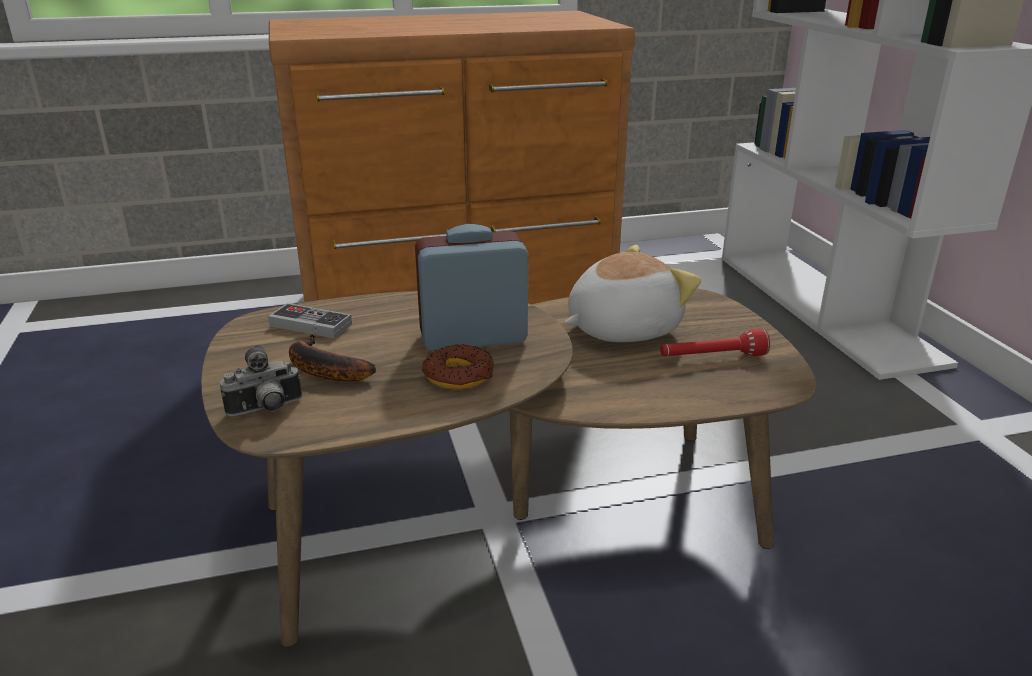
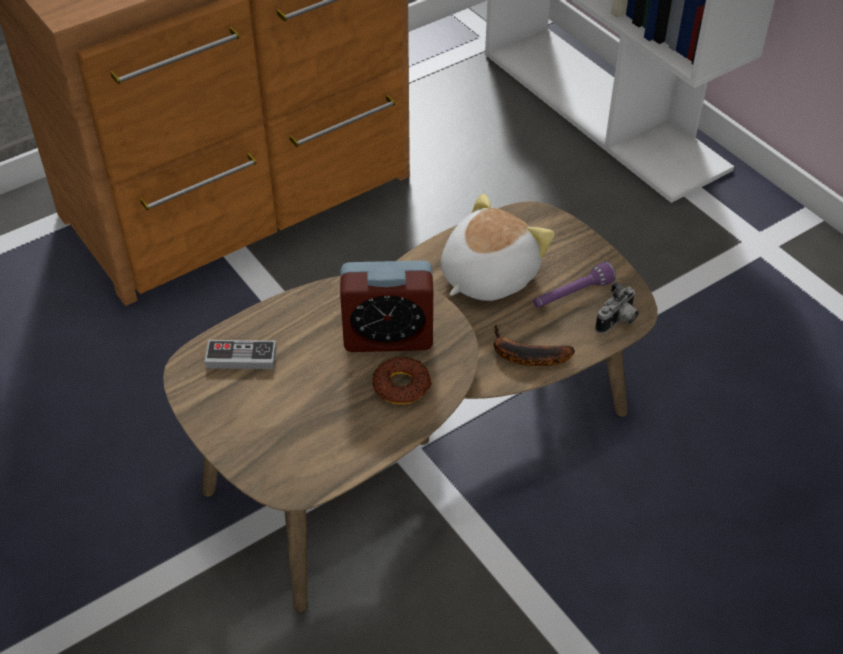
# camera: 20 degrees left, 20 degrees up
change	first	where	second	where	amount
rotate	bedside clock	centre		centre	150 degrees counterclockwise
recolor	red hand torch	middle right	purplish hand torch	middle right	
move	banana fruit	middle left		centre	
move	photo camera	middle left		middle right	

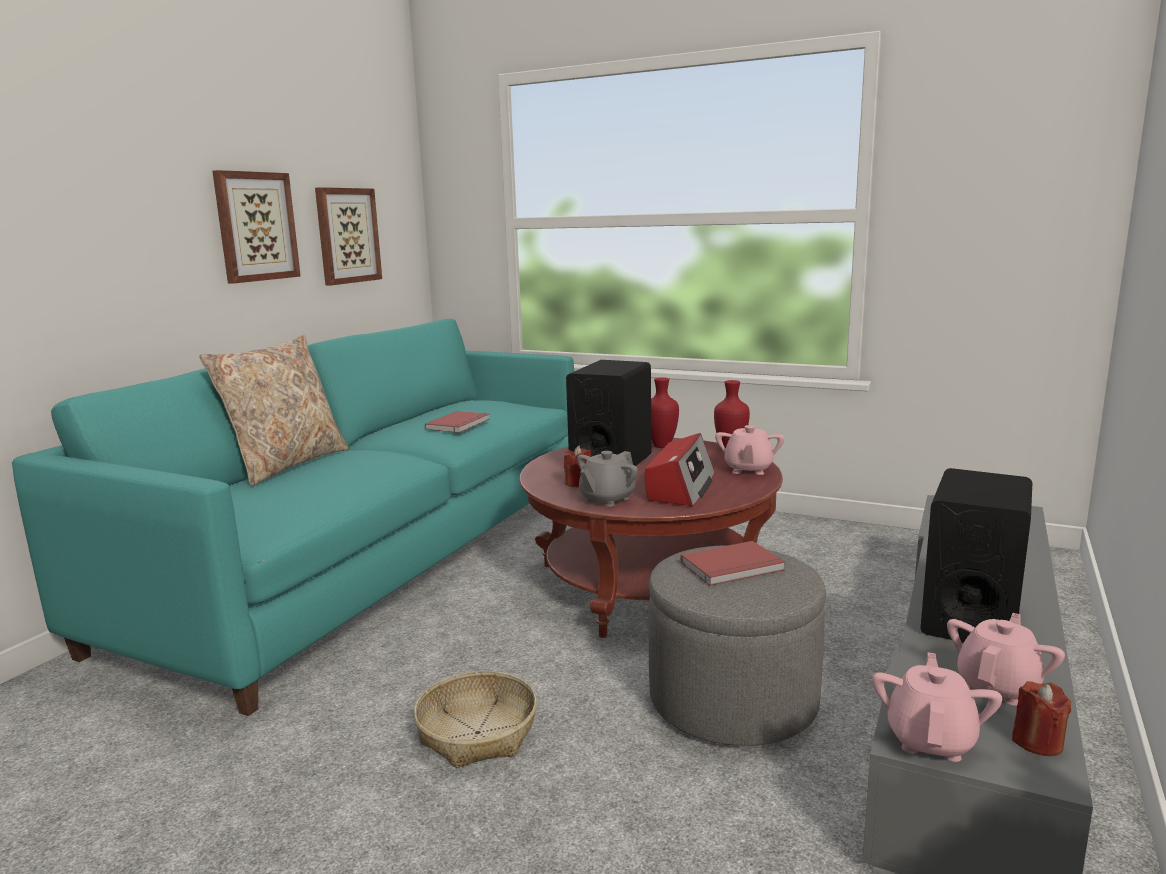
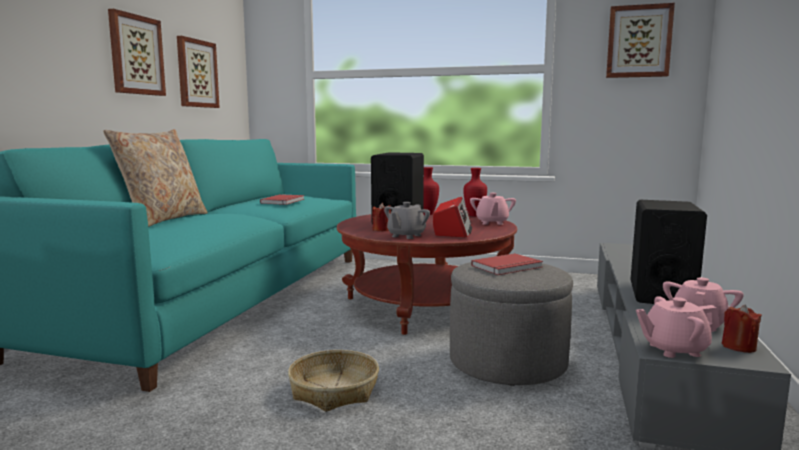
# camera: 10 degrees left, 5 degrees down
change	first	where	second	where	amount
rotate	pink pot for tea (2nd from left)	bottom right		bottom right	105 degrees counterclockwise
insert			wall picture (3rd from left)	top right	

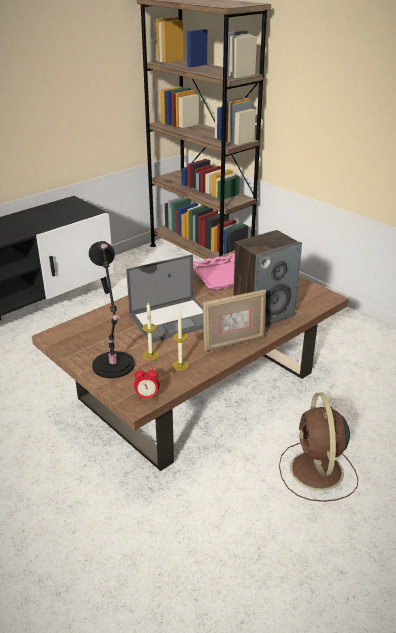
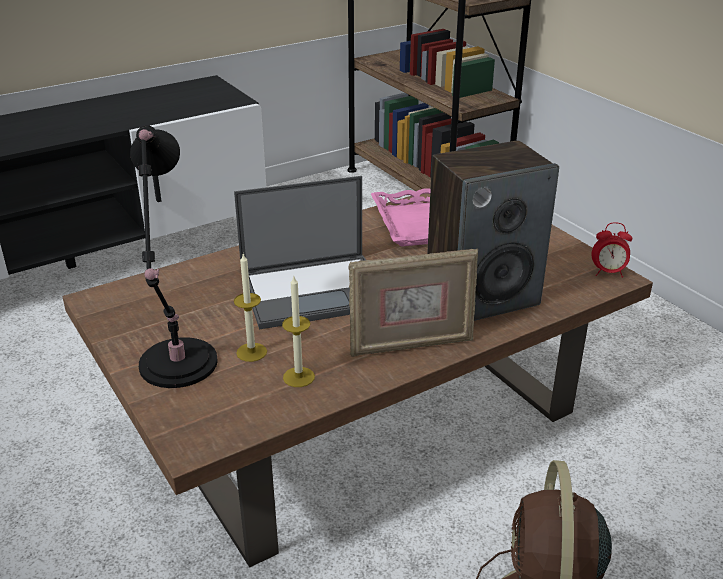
# camera: 10 degrees right, 0 degrees up
change	first	where	second	where	amount
move	bedside clock	centre		middle right	

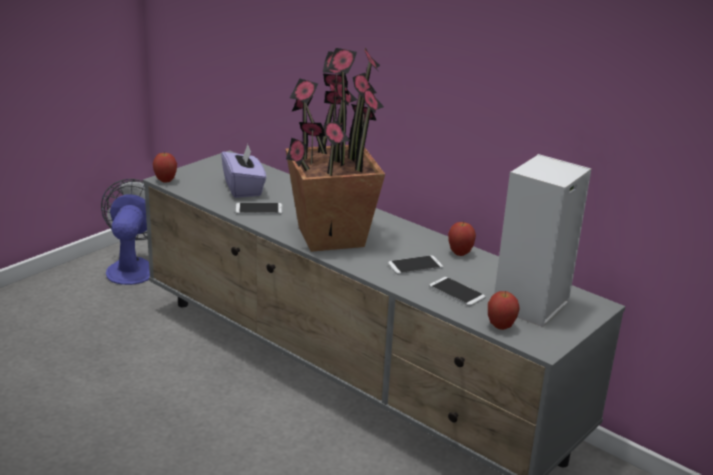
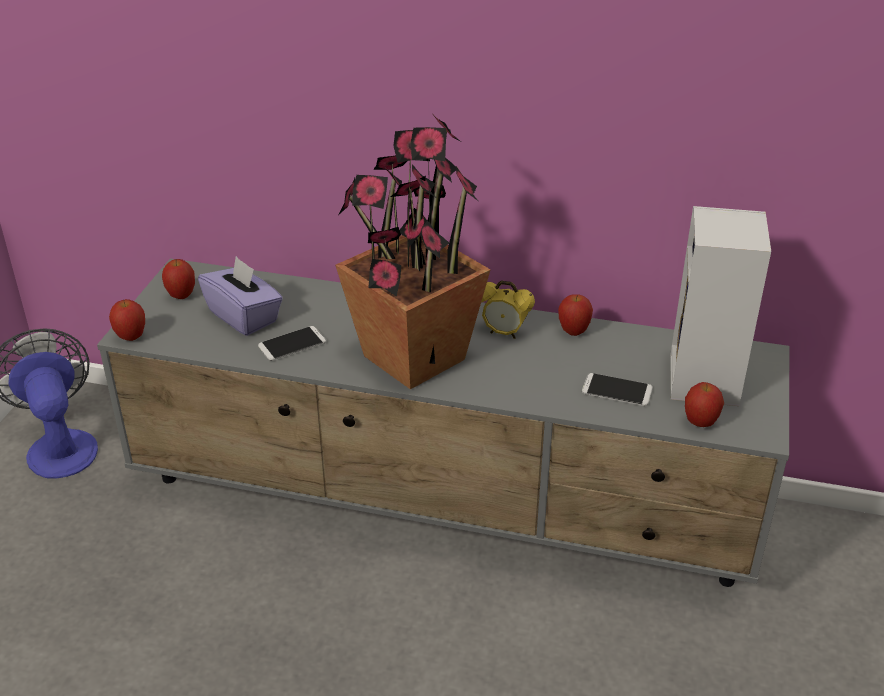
# camera: 25 degrees left, 10 degrees up
change	first	where	second	where	amount
delete	phone (2nd from left)	centre			
insert			whole apple (2nd from left)	middle left	
insert			bedside clock	centre	

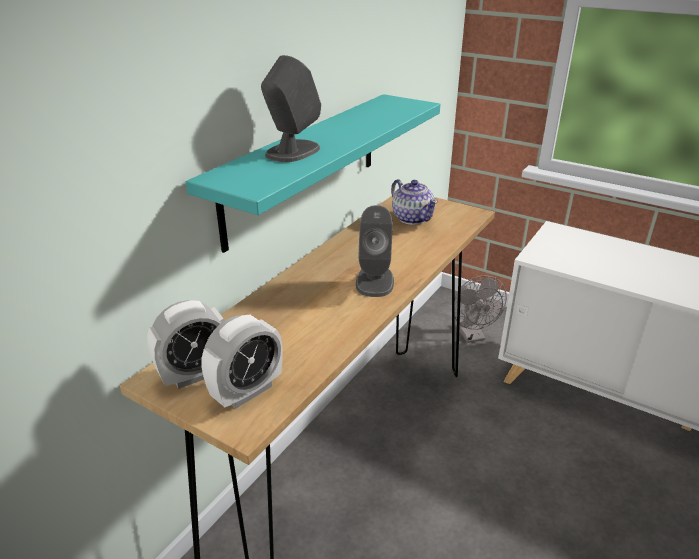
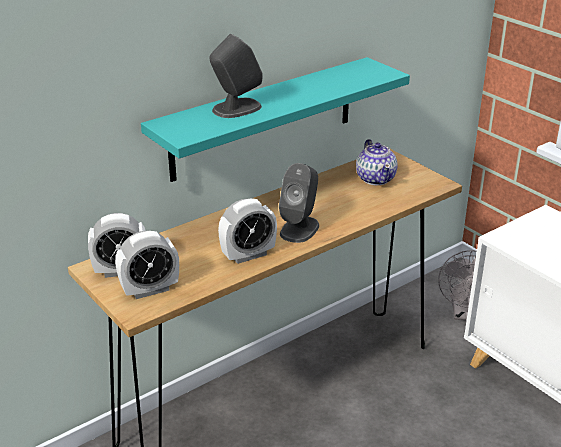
# camera: 20 degrees right, 0 degrees up
change	first	where	second	where	amount
insert			bedside clock (3rd from left)	centre	

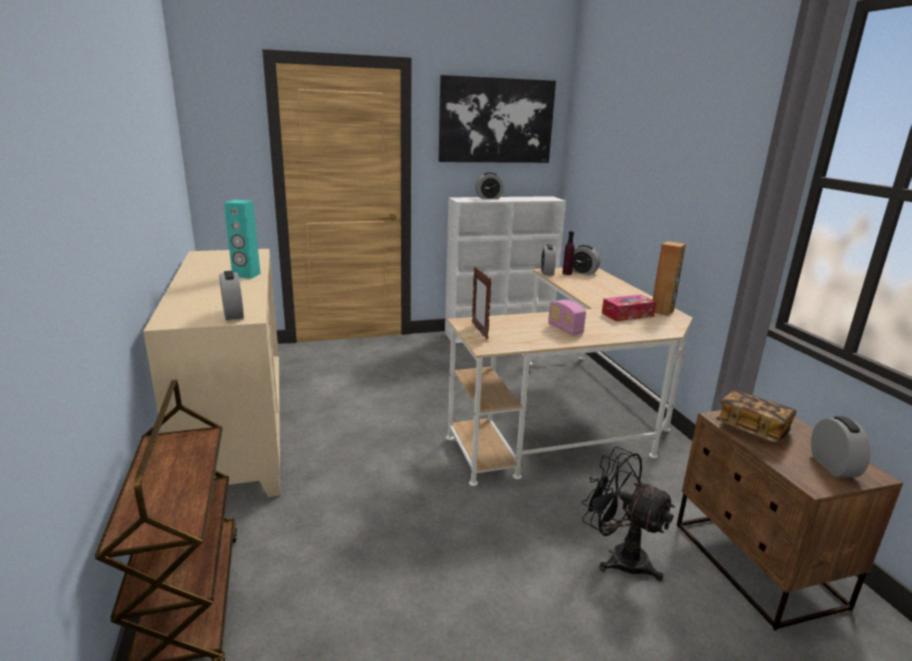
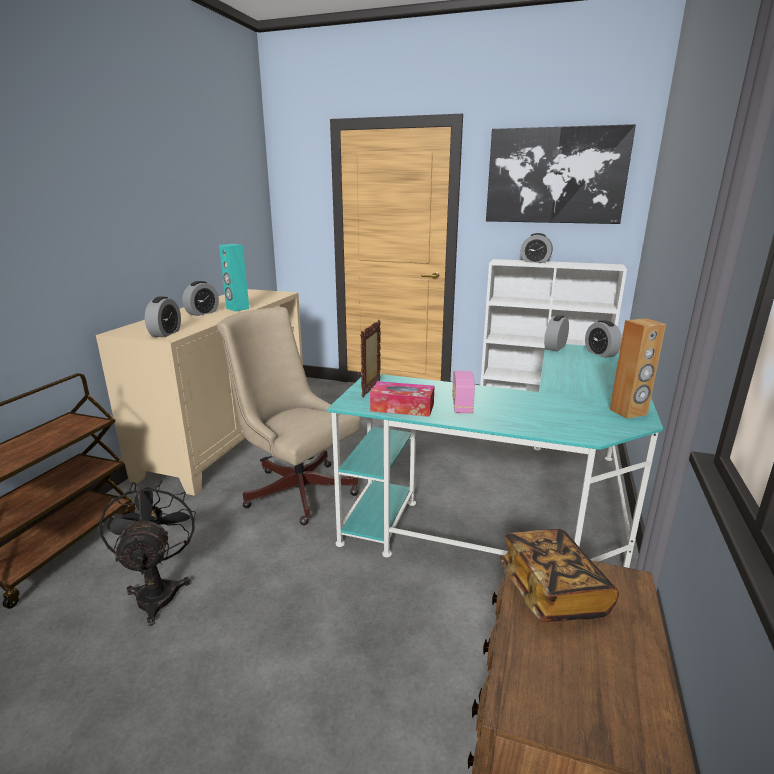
# camera: 35 degrees right, 0 degrees up
change	first	where	second	where	amount
delete	purplish beverage bottle	centre			
recolor	sand-coloured desk	centre	turquoise desk	centre	
move	tissue box	middle right		centre	
move	bedside clock (5th from left in the first image)	bottom right	bedside clock (2nd from left)	middle left	
move	blackish cooling fan	bottom right		bottom left	
insert			sand-coloured computer chair	centre	

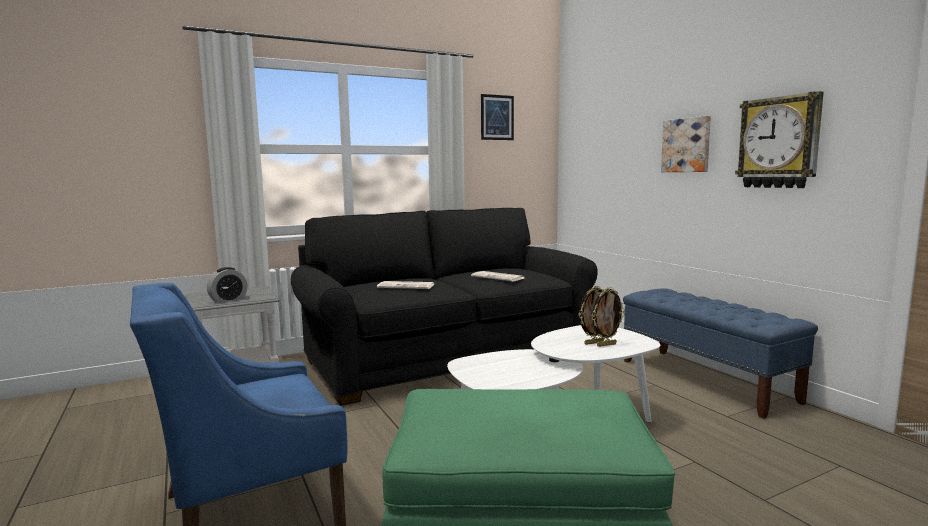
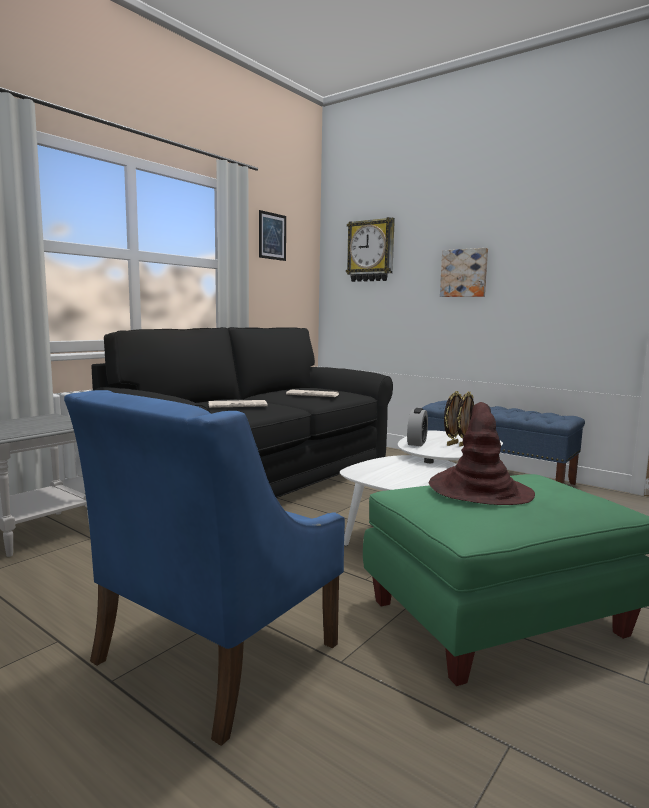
# camera: 25 degrees left, 0 degrees up
change	first	where	second	where	amount
move	hanging clock	top right		top centre	
move	bedside clock	middle left		centre	
insert			brown-coloured clothing hat	middle right	

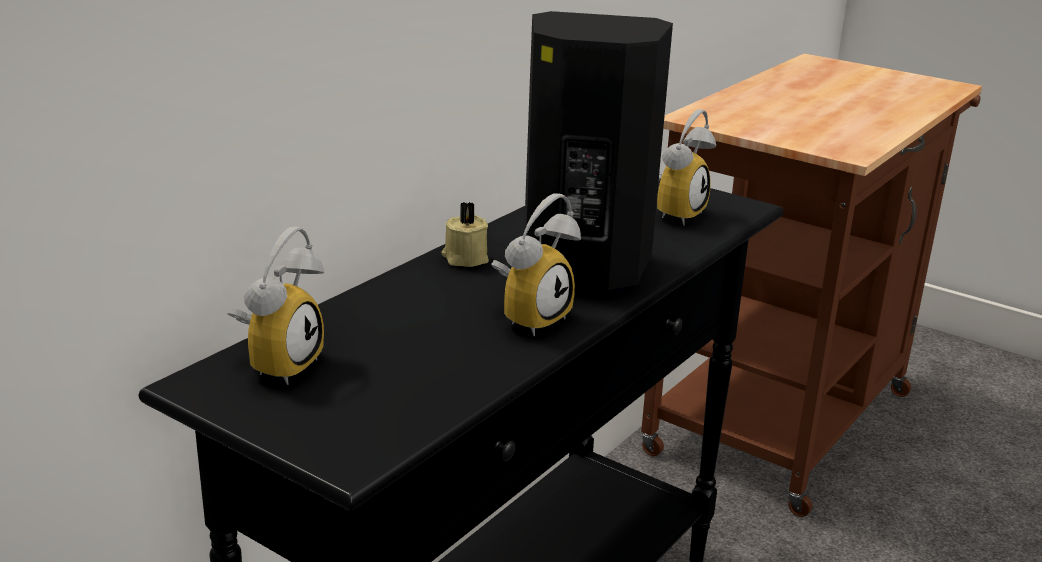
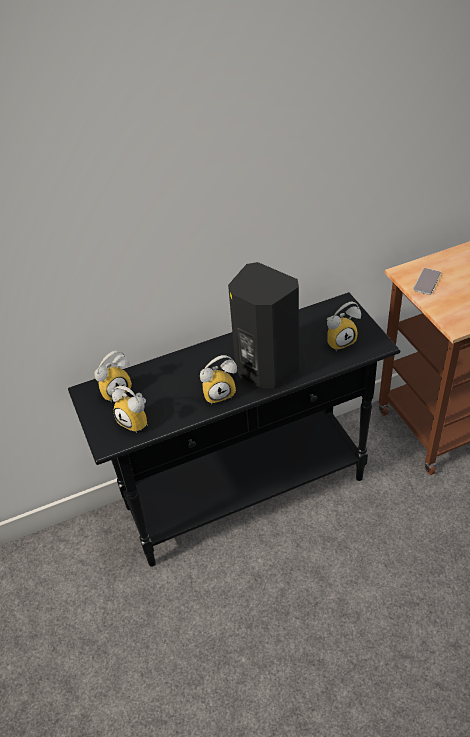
# camera: 35 degrees right, 20 degrees up
change	first	where	second	where	amount
delete	sand-coloured wax candle	centre			
insert			phone	middle right	
insert			bedside clock (2nd from left)	middle left	

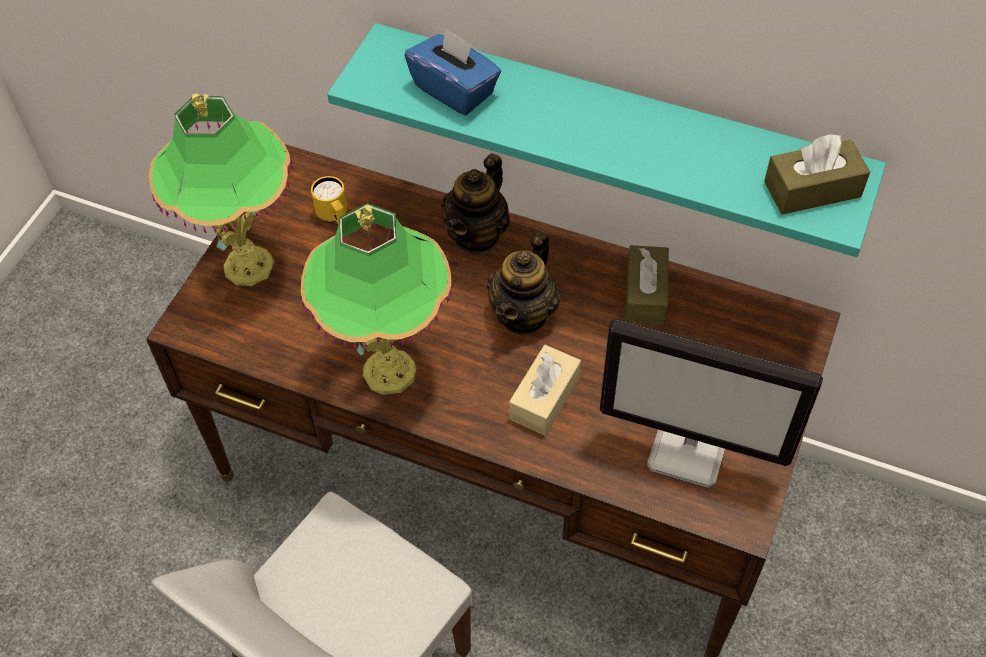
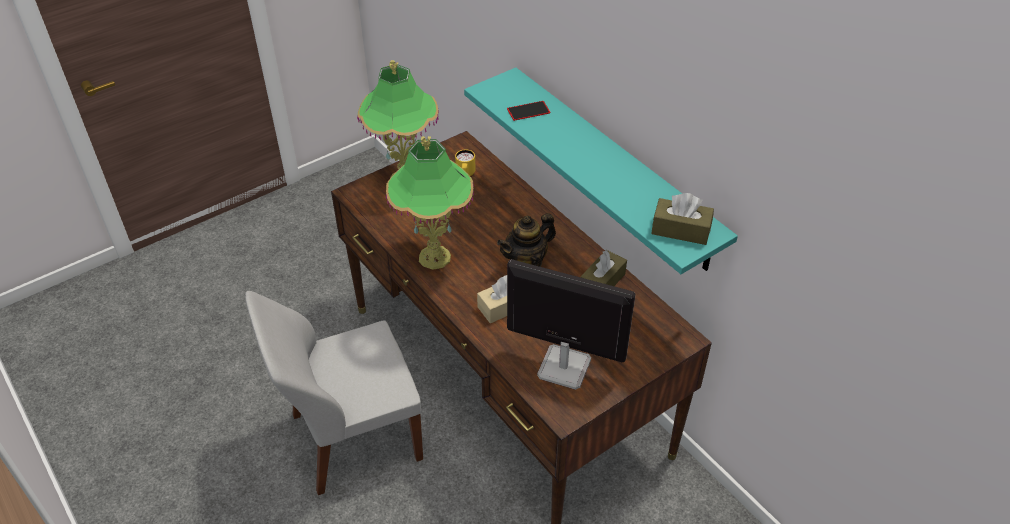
# camera: 30 degrees right, 10 degrees down
change	first	where	second	where	amount
replace	blue-coloured tissue box	top centre	phone	top centre	
delete	pot for tea (1st from left)	top centre			
rotate	computer screen	middle right		centre	150 degrees clockwise

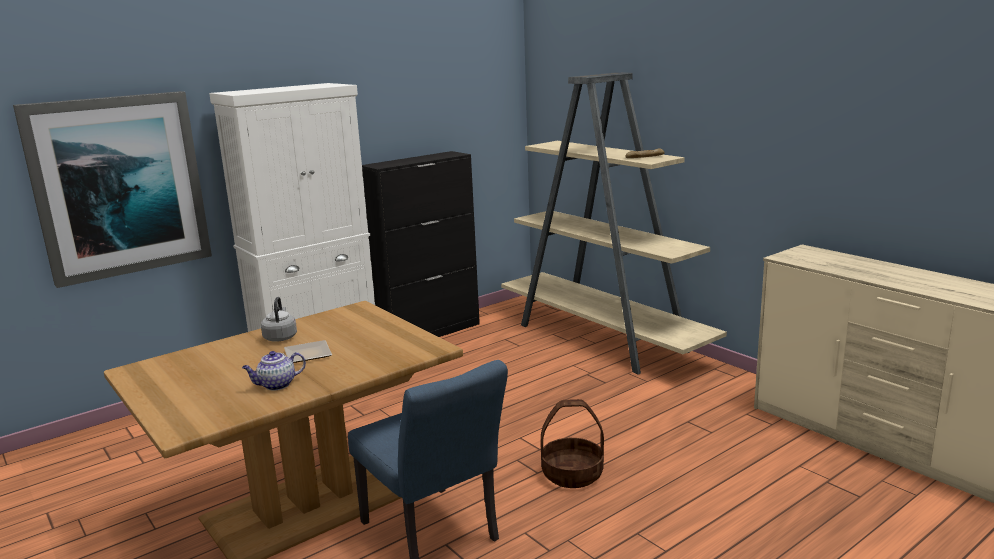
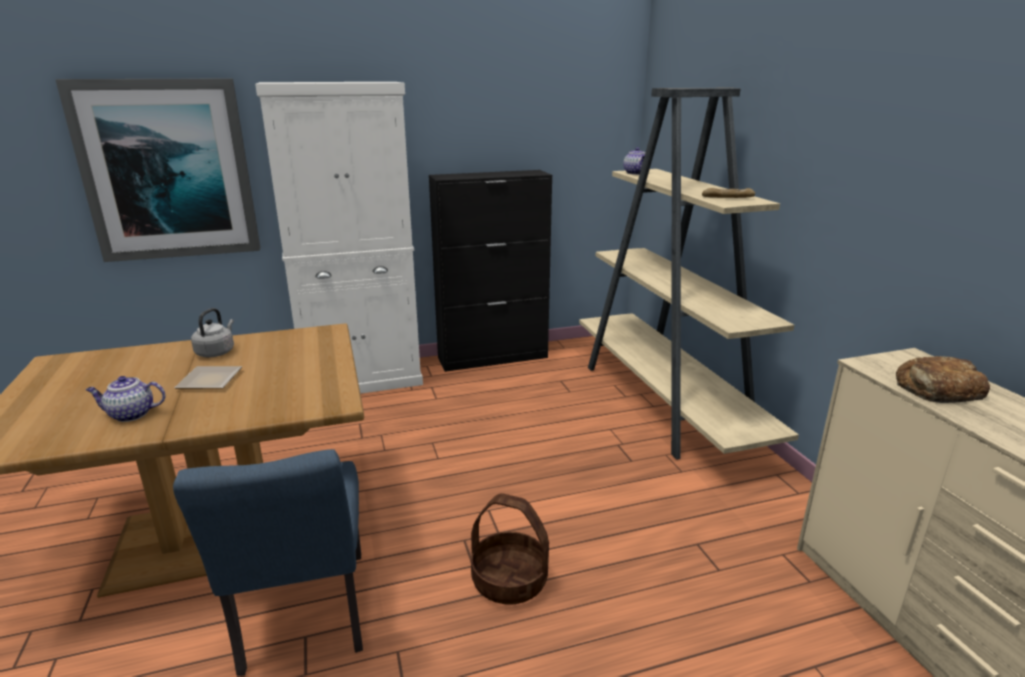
# camera: 20 degrees right, 5 degrees up
change	first	where	second	where	amount
insert			pot for tea (2nd from left)	top centre	
insert			bread (2nd from left)	middle right	

